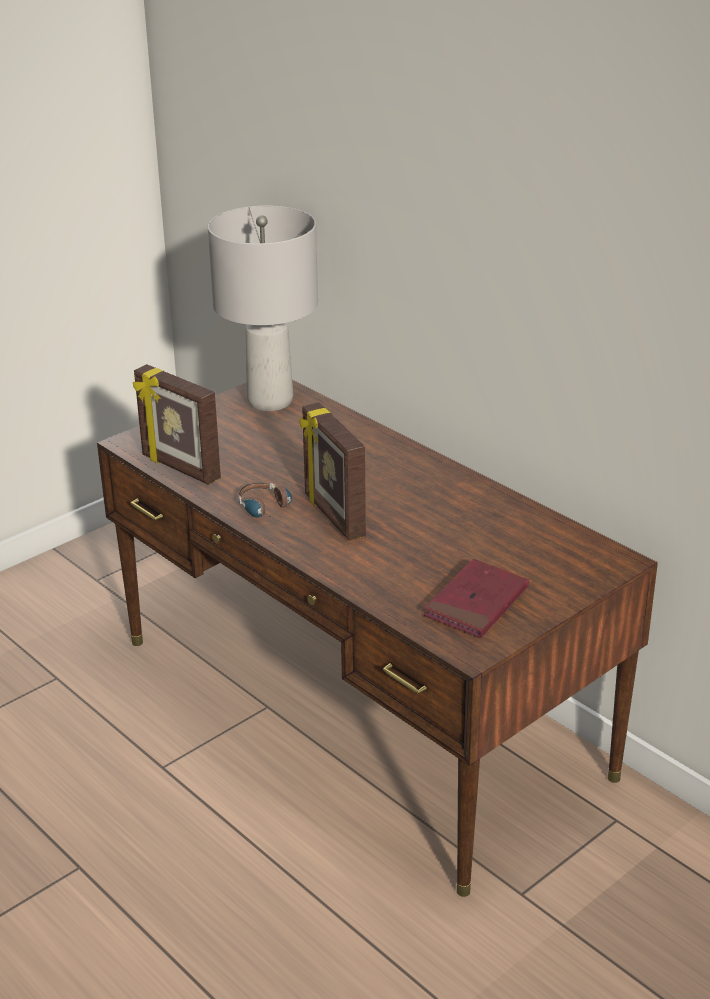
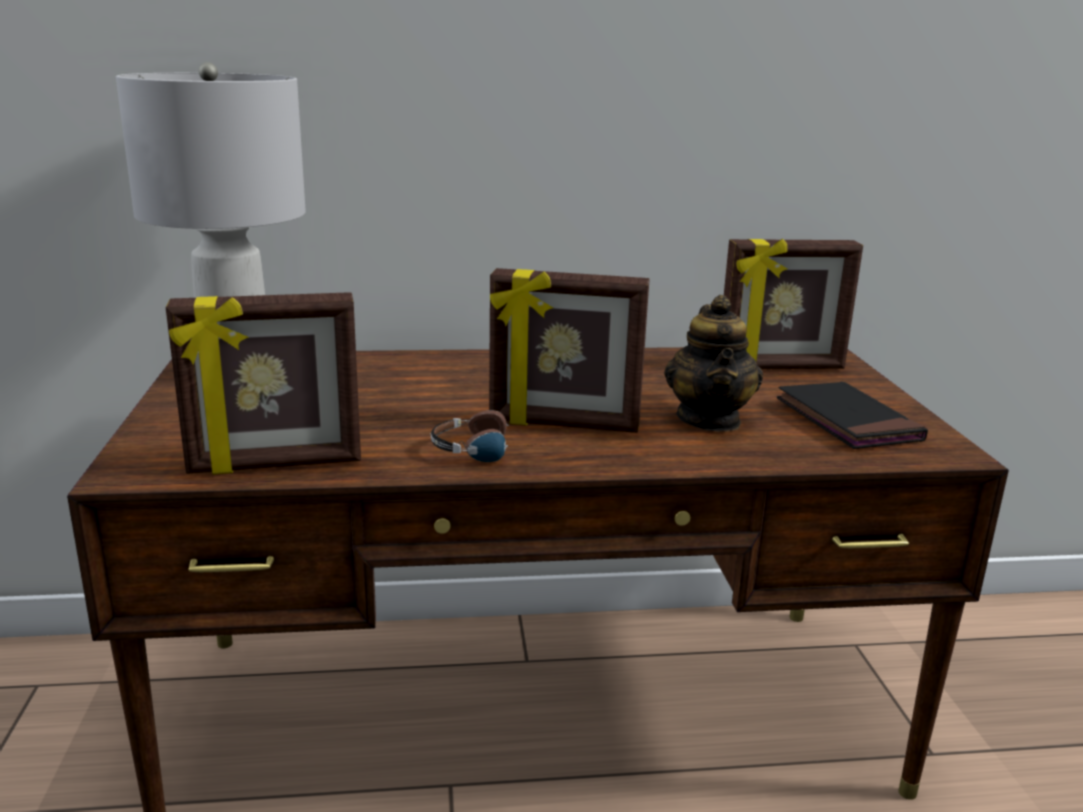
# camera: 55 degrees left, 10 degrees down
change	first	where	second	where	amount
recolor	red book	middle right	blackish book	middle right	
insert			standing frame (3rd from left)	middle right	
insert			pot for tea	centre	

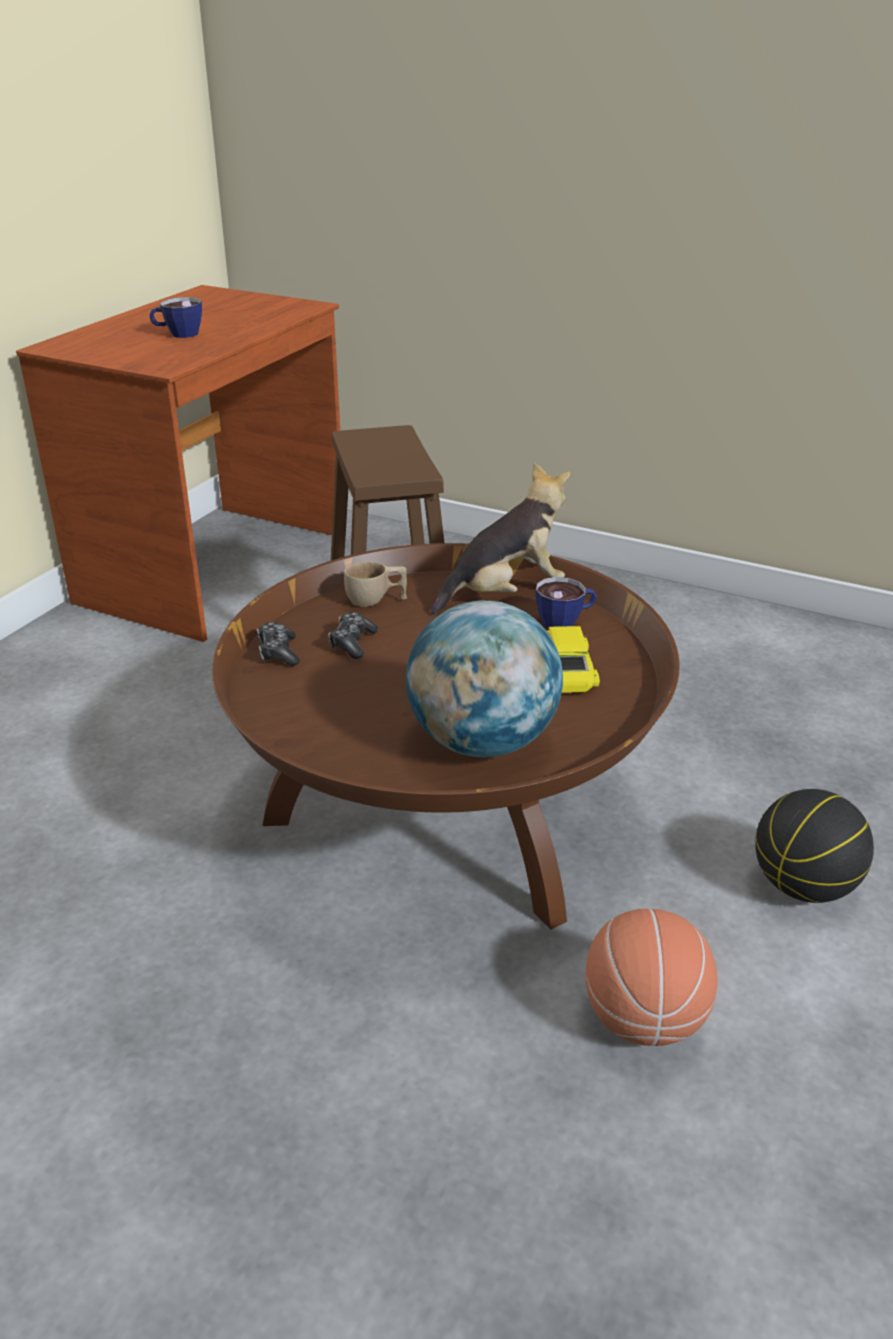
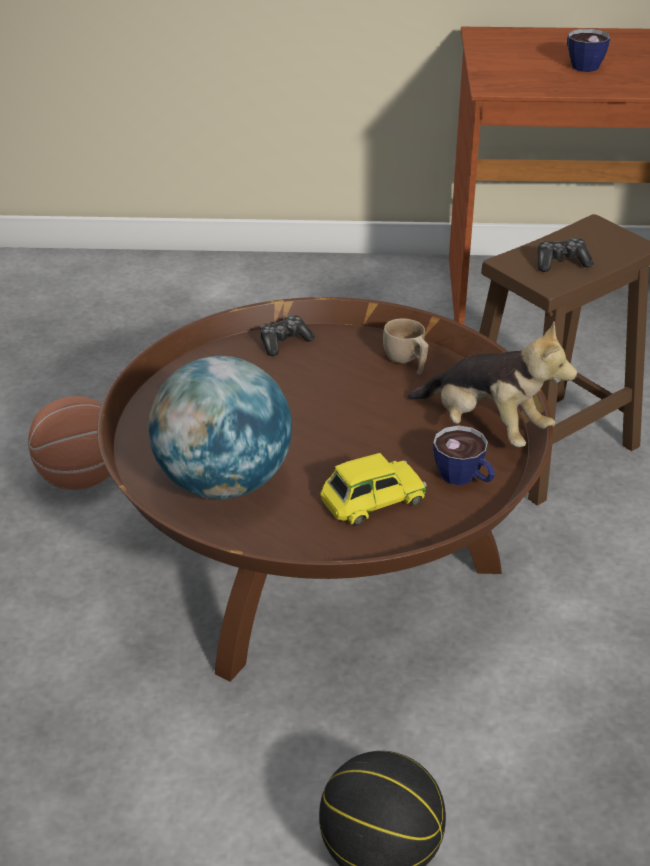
# camera: 65 degrees right, 5 degrees up
change	first	where	second	where	amount
move	gamepad (2nd from left)	centre		top right	
move	basketball ball (1st from left)	bottom right		middle left	

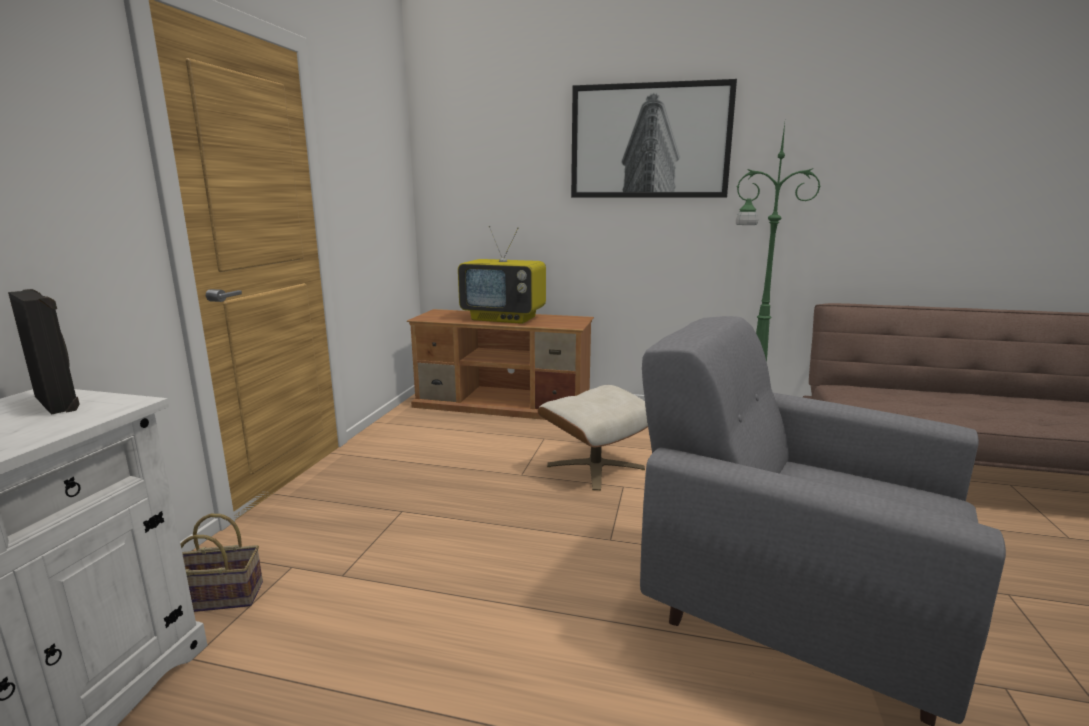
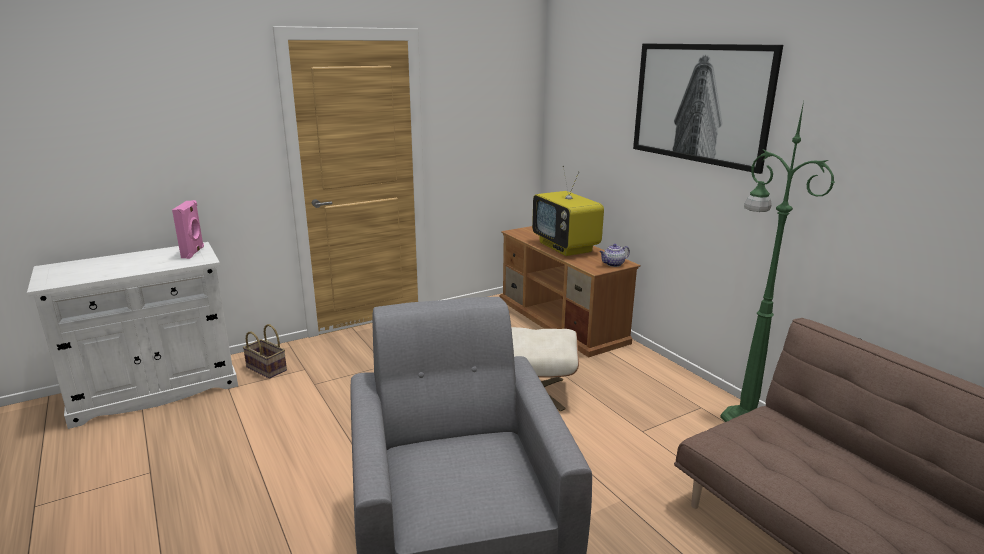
# camera: 45 degrees right, 5 degrees up
change	first	where	second	where	amount
recolor	blackish speaker	middle left	pink speaker	middle left	
insert			pot for tea	centre	

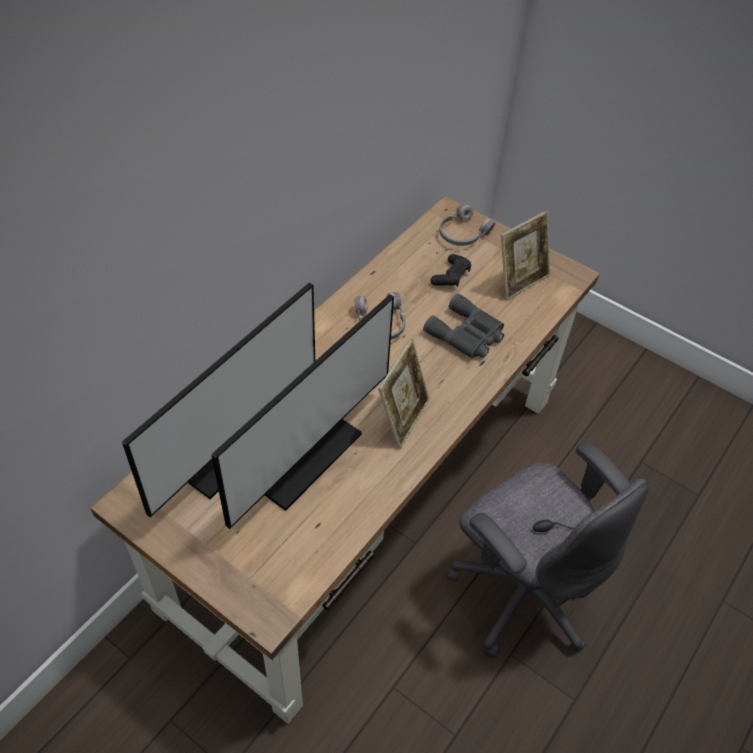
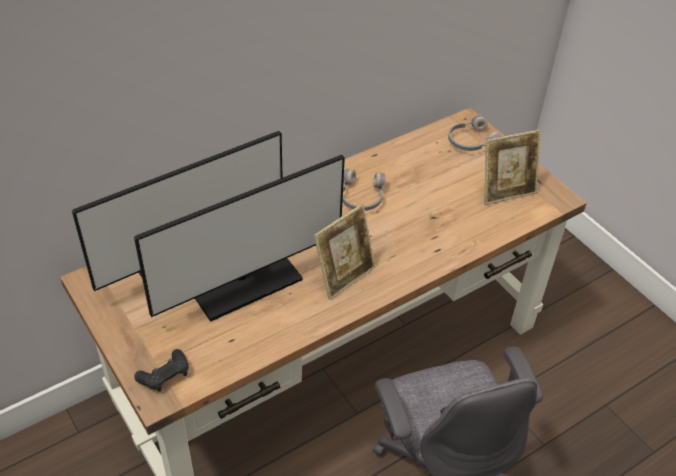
# camera: 20 degrees right, 5 degrees down
change	first	where	second	where	amount
move	blackish gamepad	centre		bottom left	
delete	greyish pair of binoculars	centre			

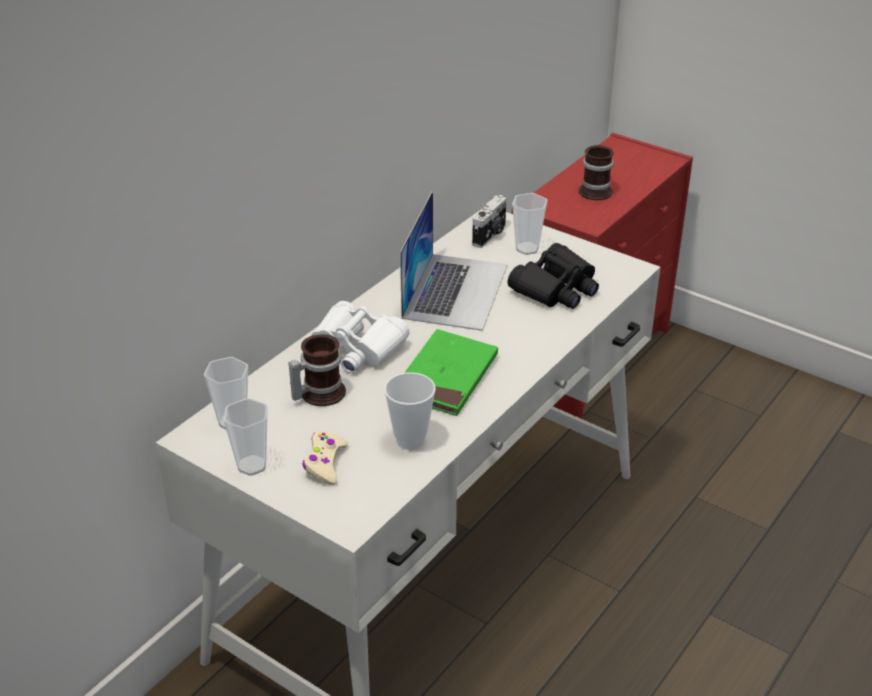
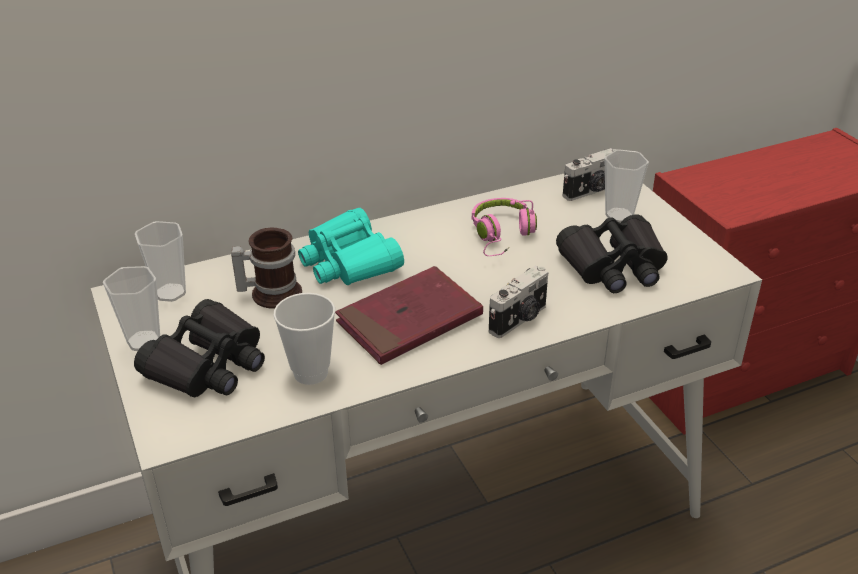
# camera: 30 degrees right, 0 degrees up
change	first	where	second	where	amount
delete	tea mug (2nd from left)	top right			
replace	notebook computer	centre	pink headset	centre	
recolor	white-coloured pair of binoculars	centre	turquoise pair of binoculars	centre	
recolor	green book	centre	red book	centre	
replace	sand-coloured gamepad	centre	blackish pair of binoculars (1st from left)	middle left	
insert			photo camera (1st from left)	centre	

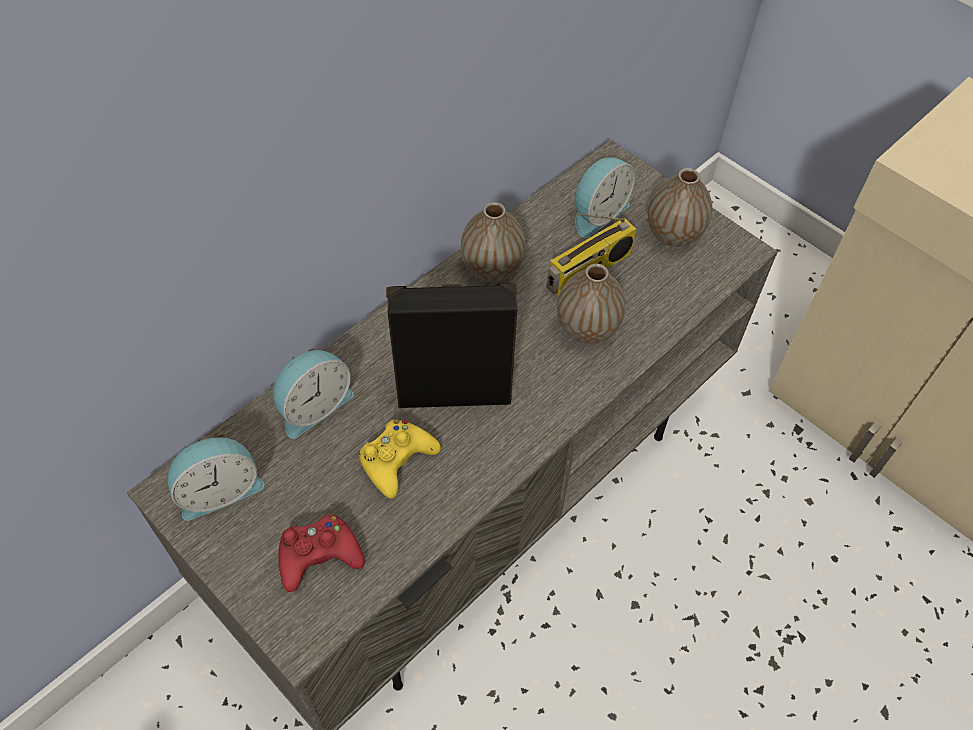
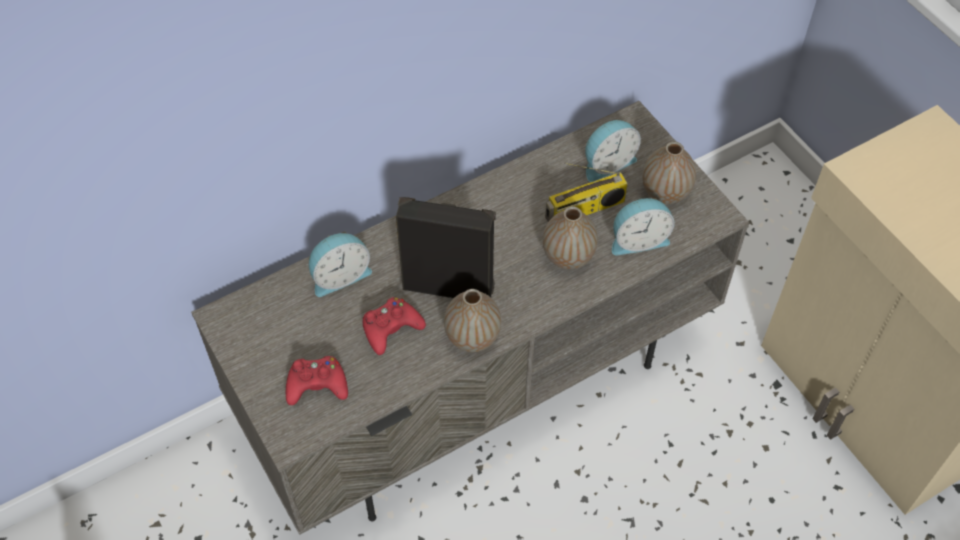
# camera: 15 degrees right, 0 degrees up
change	first	where	second	where	amount
move	decorative vase (1st from left)	top centre		centre	
recolor	yellow gamepad	centre	red gamepad (2nd from left)	centre	
move	bedside clock (1st from left in the first image)	middle left	bedside clock (3rd from left)	middle right	

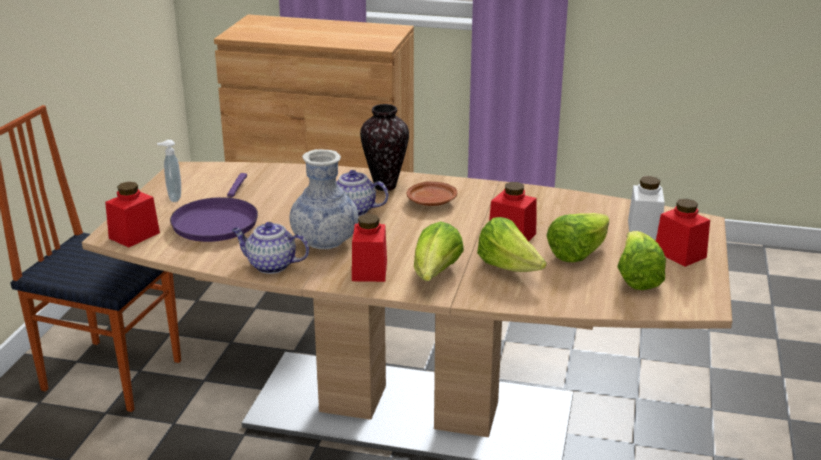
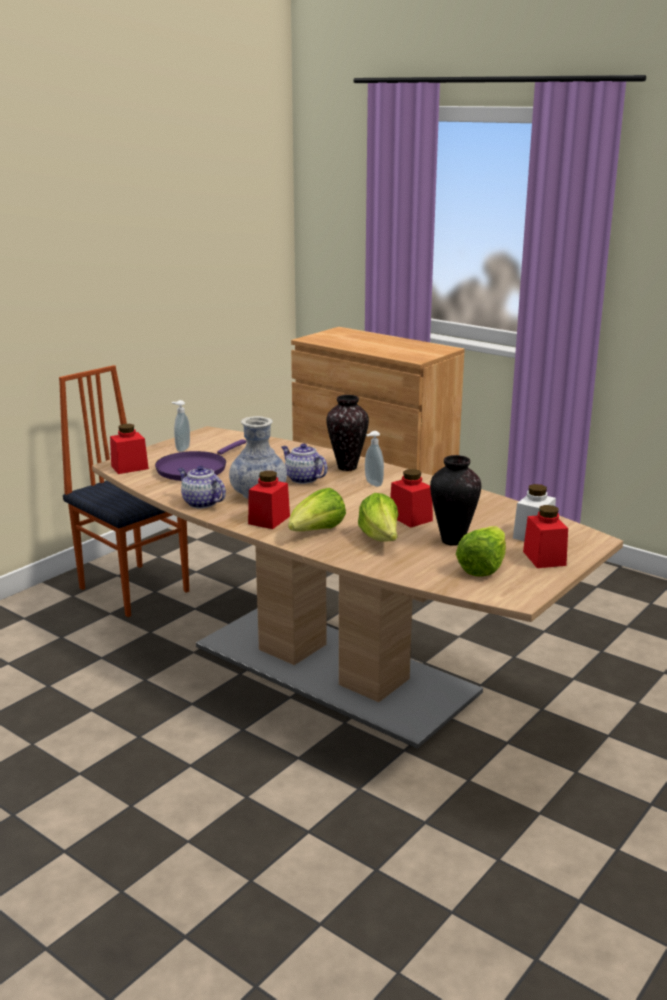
# camera: 25 degrees right, 5 degrees down
change	first	where	second	where	amount
replace	brown-coloured dinner plate	centre	soap dispenser (2nd from left)	centre	
replace	lettuce (3rd from left)	middle right	decorative vase (3rd from left)	middle right	

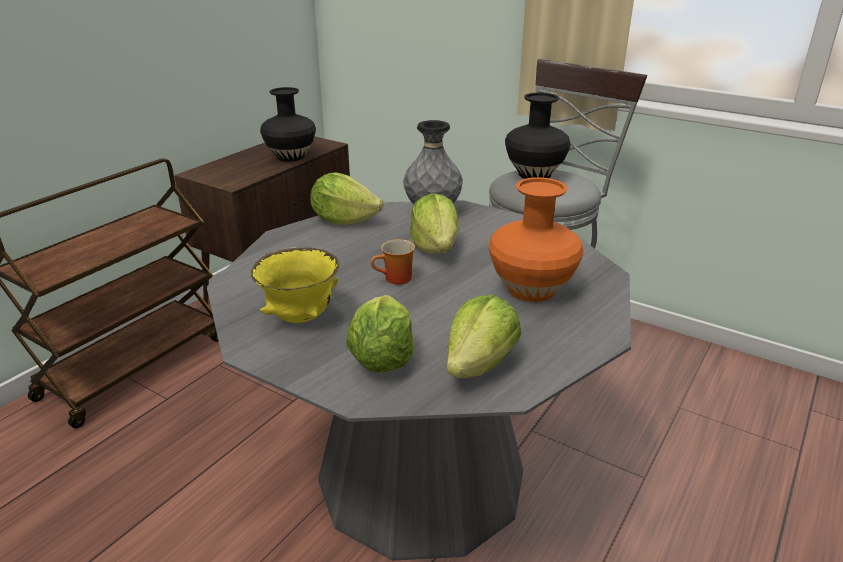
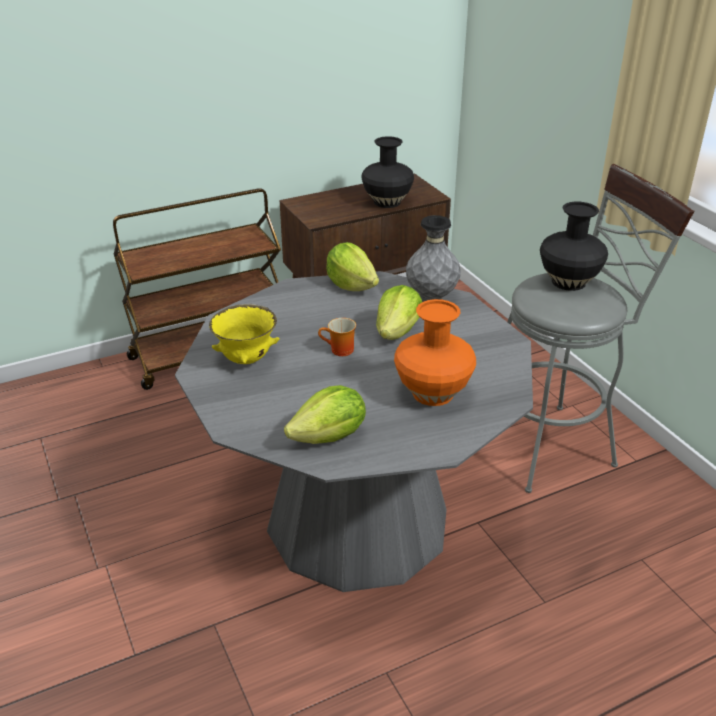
# camera: 30 degrees right, 5 degrees up
change	first	where	second	where	amount
delete	lettuce (2nd from left)	centre			

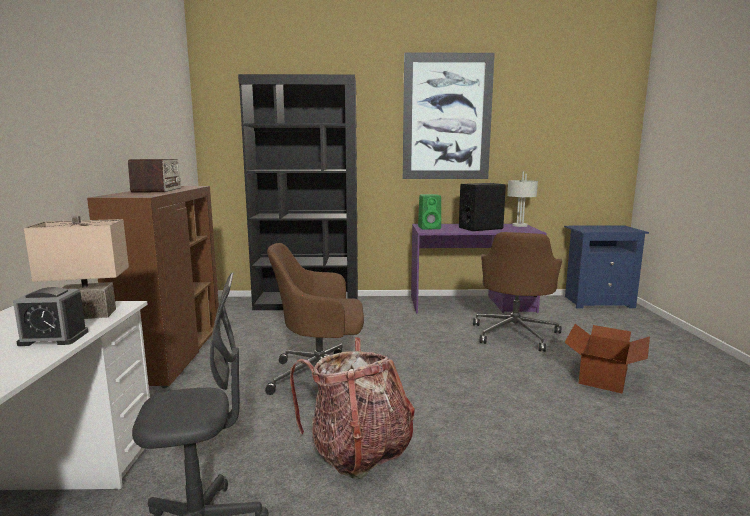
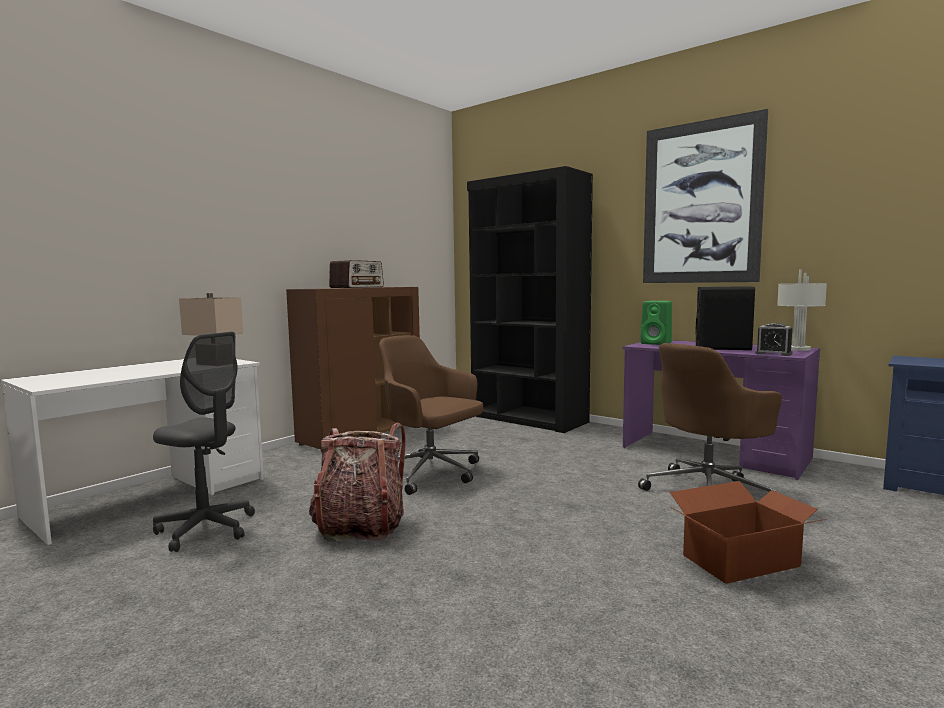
# camera: 40 degrees right, 5 degrees down
change	first	where	second	where	amount
move	bedside clock	middle left		middle right	

